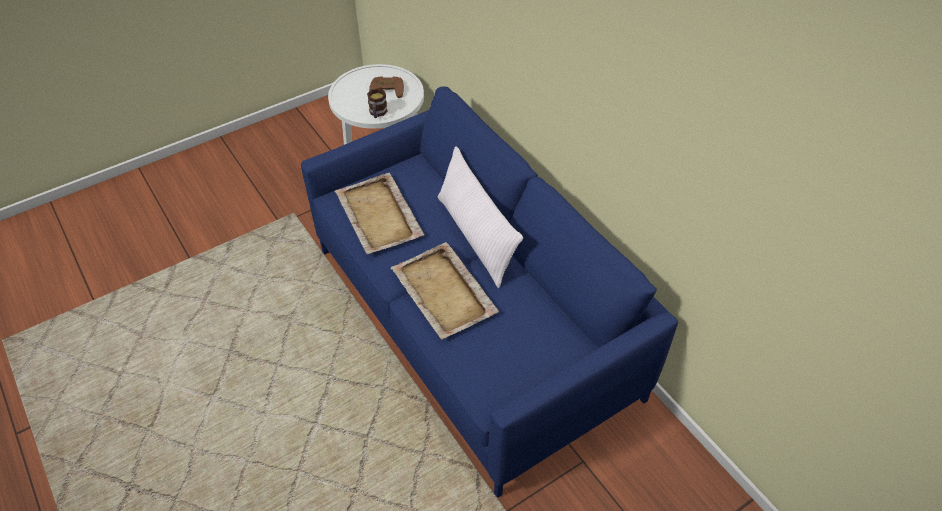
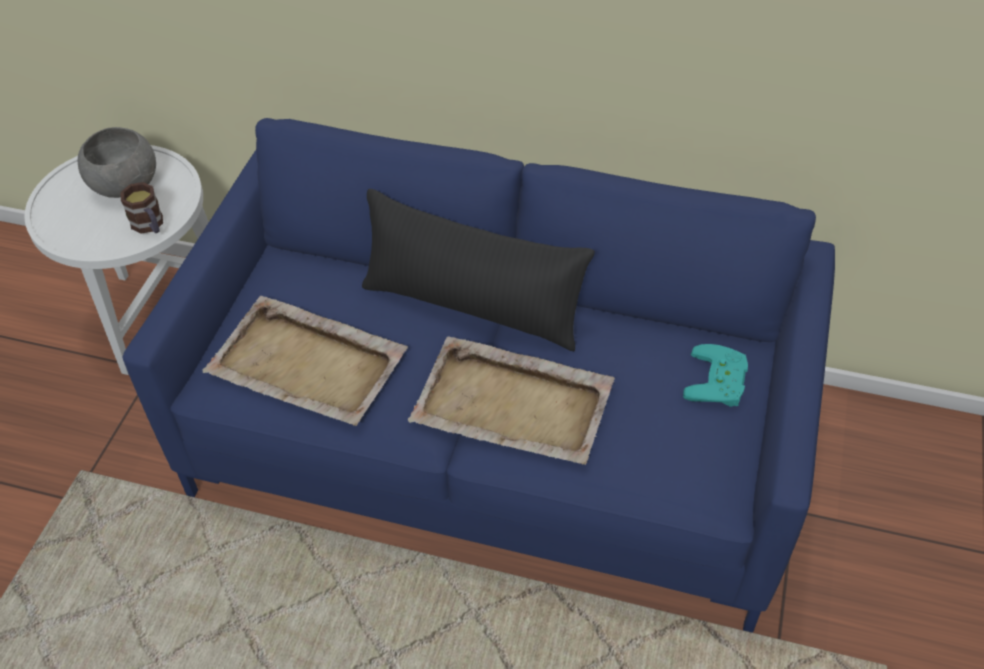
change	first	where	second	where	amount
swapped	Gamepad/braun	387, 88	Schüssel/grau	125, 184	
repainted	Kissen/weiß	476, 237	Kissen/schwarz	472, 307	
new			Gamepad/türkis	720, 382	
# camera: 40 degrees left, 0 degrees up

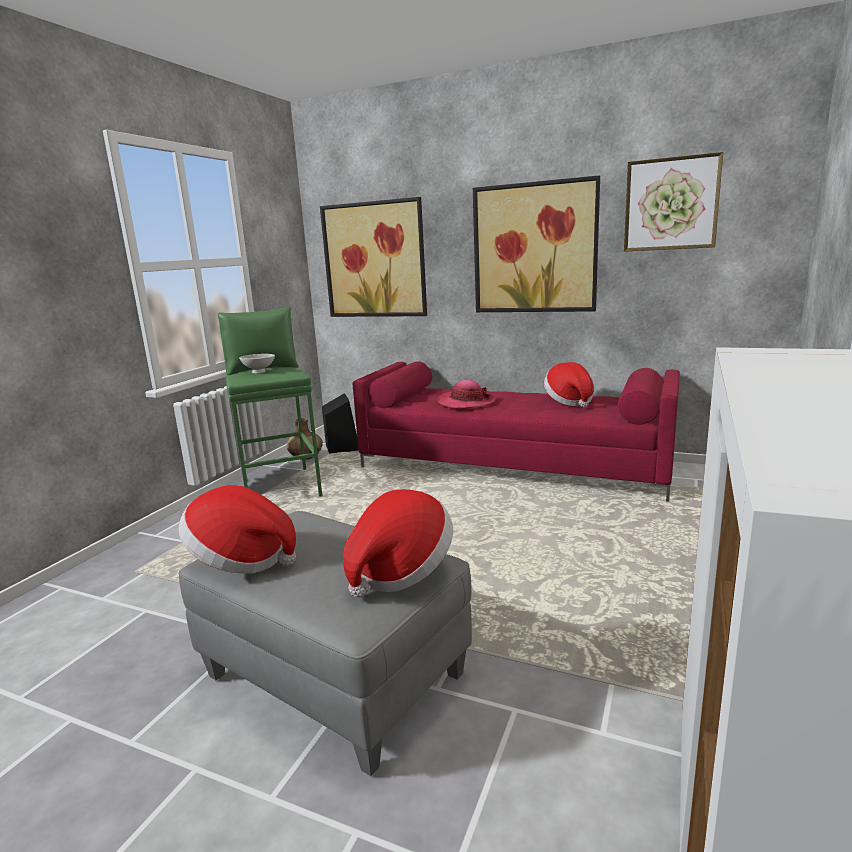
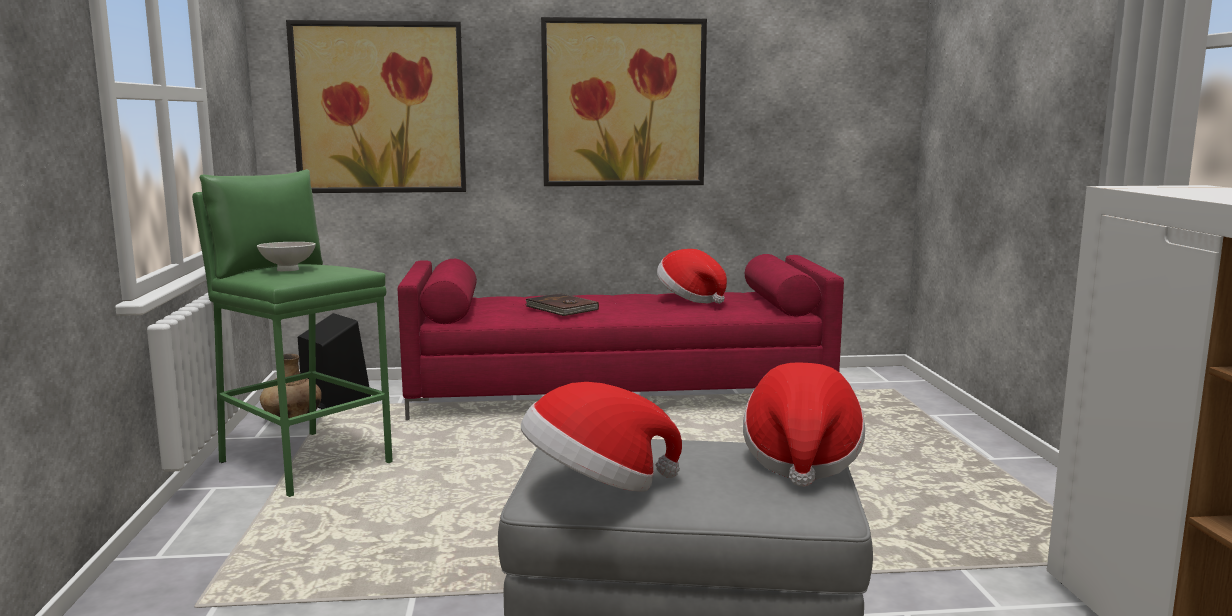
change	first	where	second	where	amount
gone	Bild	671, 204			
swapped	Hut	465, 402	Buch/braun	561, 308	
# camera: 30 degrees left, 5 degrees down

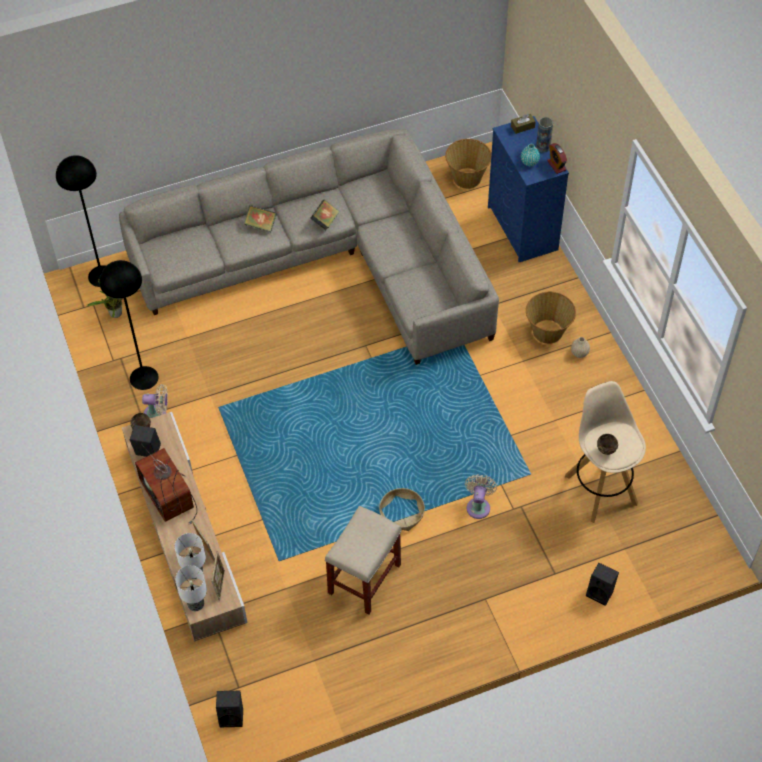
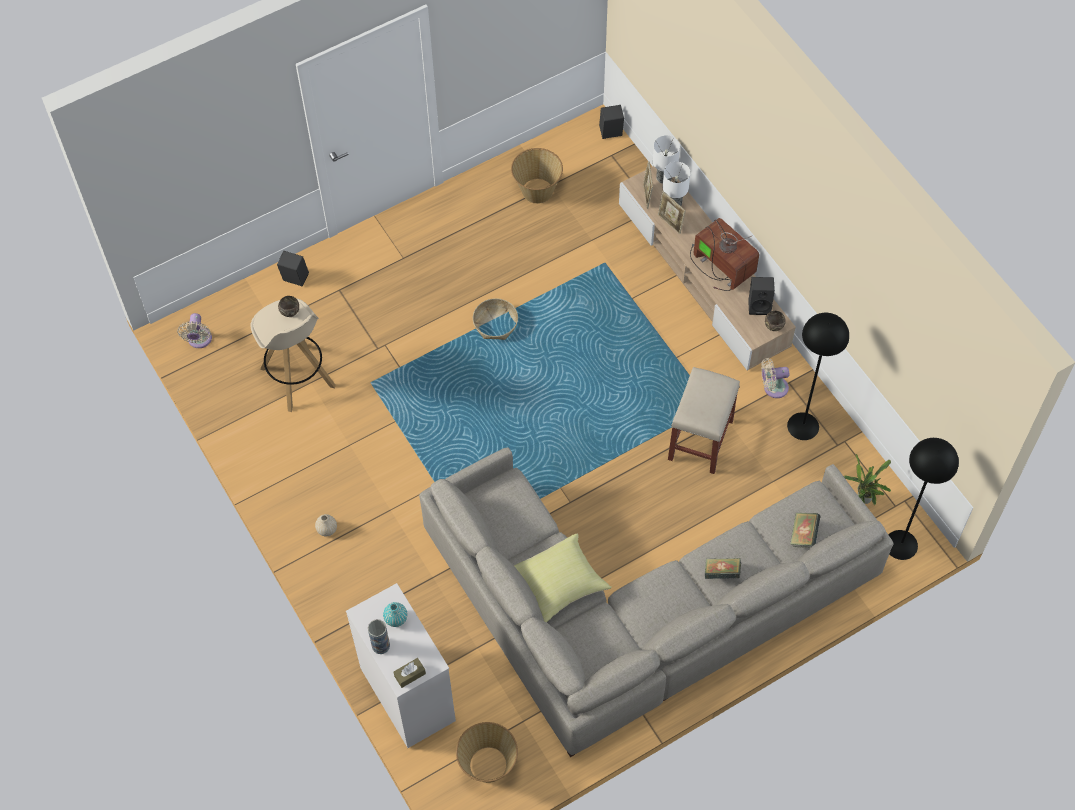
change	first	where	second	where	amount
repainted	Kommode/blau	523, 229	Kommode/weiß	407, 693	
gone	Wecker	556, 165			
shifted	Buch	325, 221		803, 535	
shifted	Korb	548, 332		537, 190	
shifted	Ventilator/beige	478, 506		199, 340	
shifted	Hocker/beige	364, 578		700, 441	
new			Kissen/gelb	559, 584	
# camera: 170 degrees right, 5 degrees up

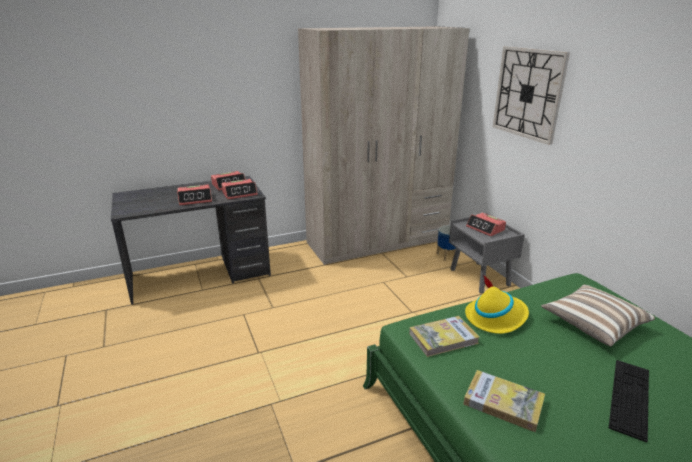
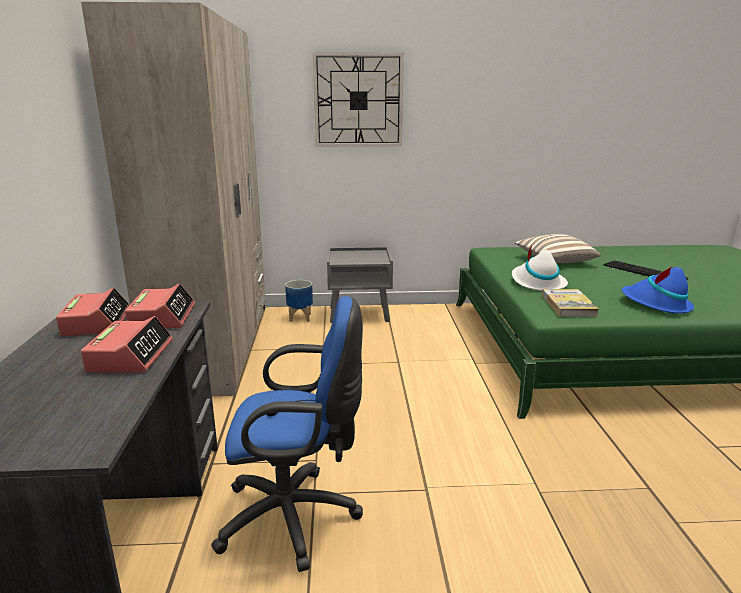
change	first	where	second	where	amount
gone	Wecker	485, 228			
repainted	Hut/gelb	496, 317	Hut/weiß	537, 283	
swapped	Buch	503, 402	Hut/blau	656, 304	
new			Bürostuhl/blau	296, 517	
# camera: 70 degrees left, 5 degrees down

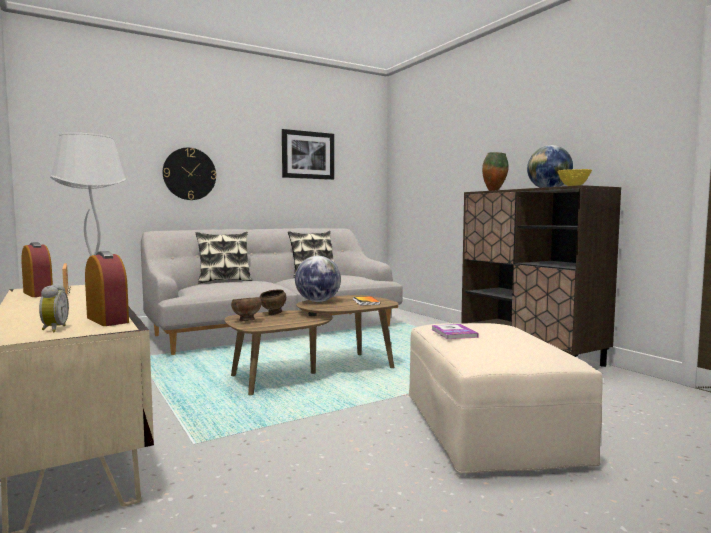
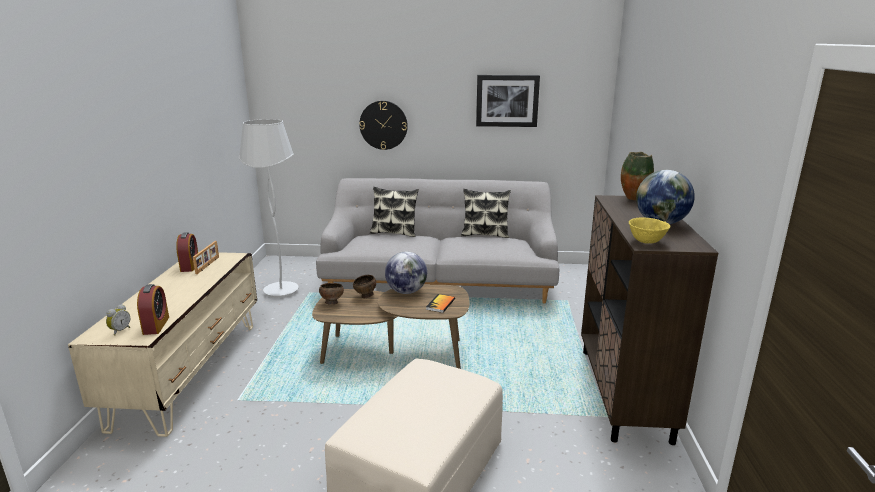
change	first	where	second	where	amount
gone	Buch	454, 333			
# camera: 35 degrees right, 15 degrees up

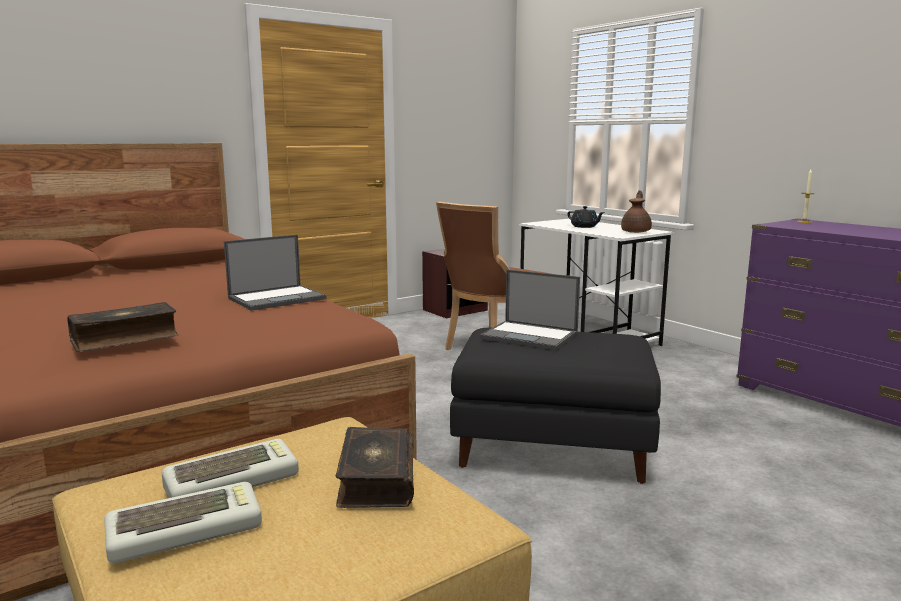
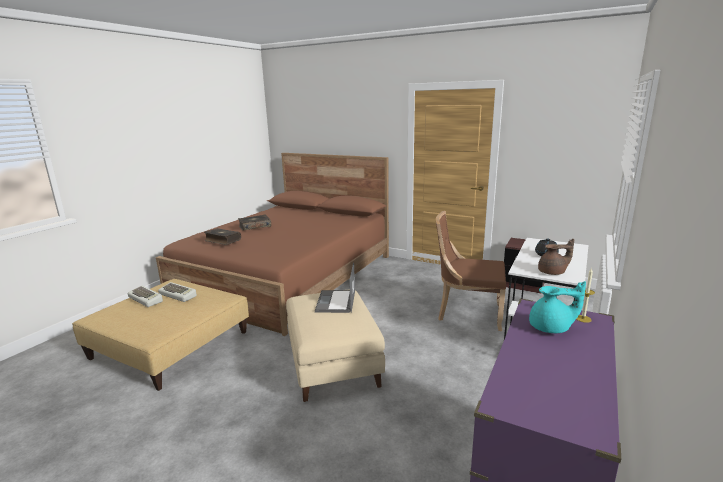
change	first	where	second	where	amount
gone	Laptop	278, 298			
repainted	Polsterhocker/schwarz	554, 445	Polsterhocker/beige	334, 365	
shifted	Buch	375, 480		254, 226	
new			Teekanne/türkis	551, 328	
# camera: 65 degrees right, 5 degrees up

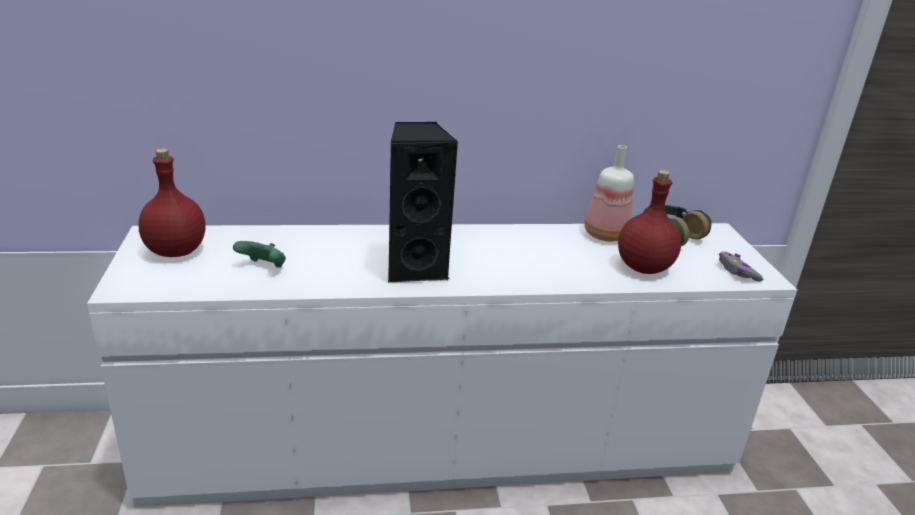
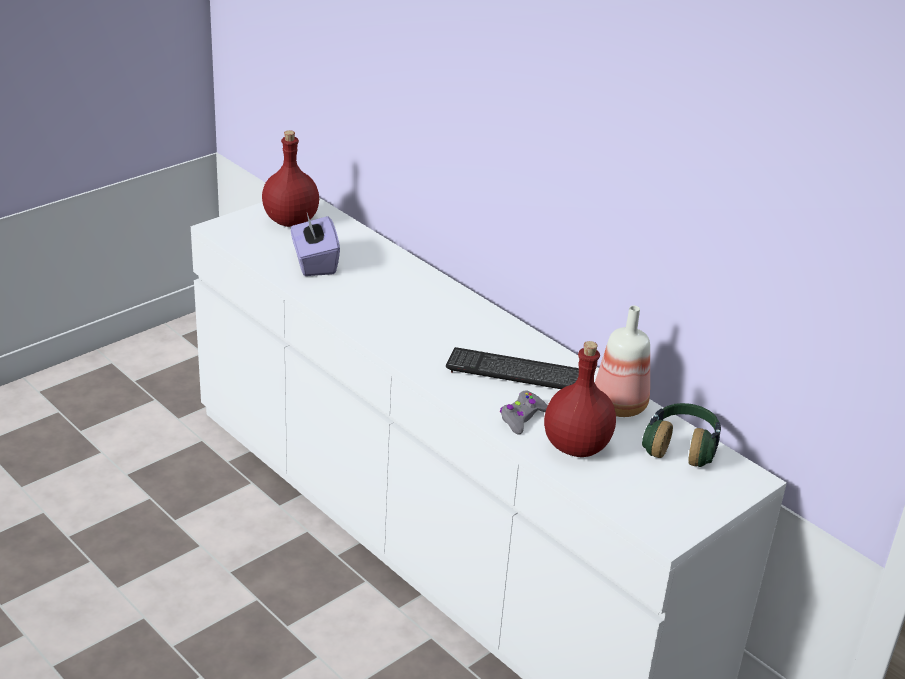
change	first	where	second	where	amount
gone	Lautsprecher/schwarz	415, 268			
swapped	Gamepad/grün	263, 267	Taschentuchbox/lila	314, 263	
shifted	Gamepad/grau	737, 272		522, 417	
new			Tastatur	514, 372	
# camera: 55 degrees right, 5 degrees up

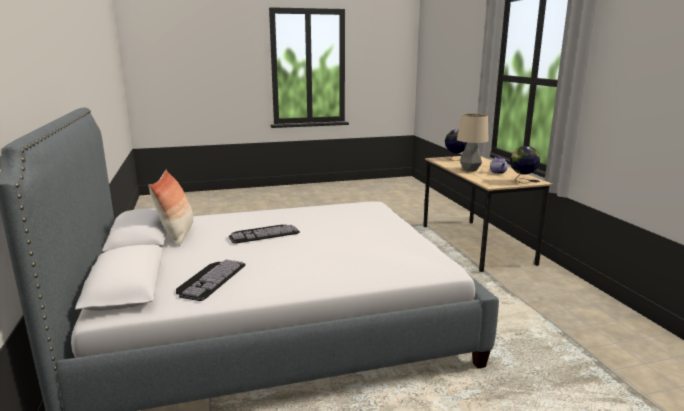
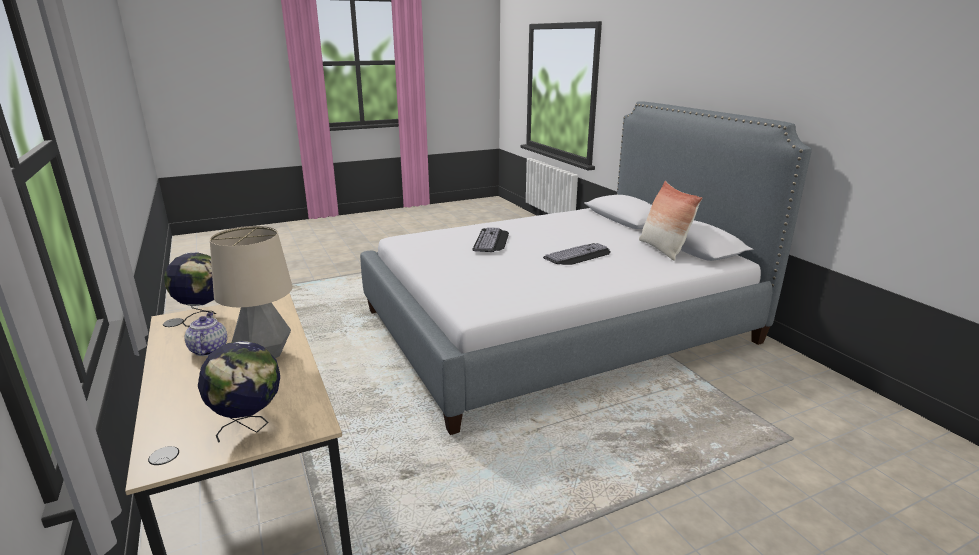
change	first	where	second	where	amount
shifted	Tastatur	209, 279		492, 240	
# camera: 170 degrees right, 5 degrees up

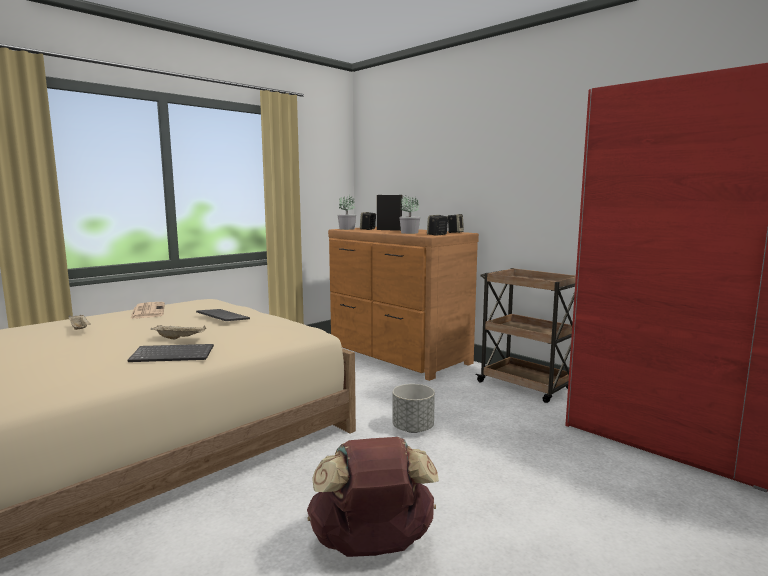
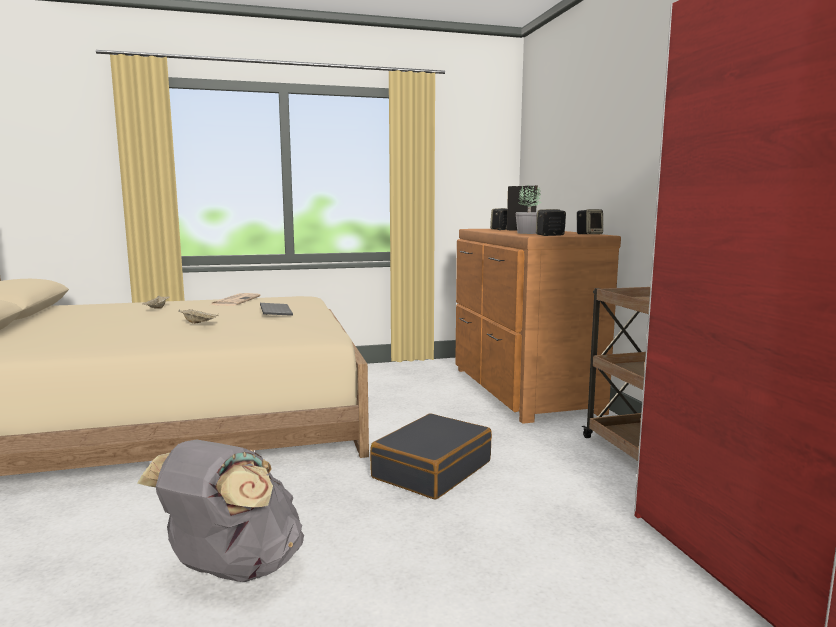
change	first	where	second	where	amount
gone	Topfpflanze	347, 229			
gone	Tastatur	174, 355			
swapped	Pflanzkübel/grau	413, 428	Koffer/schwarz	431, 469	
repainted	Rucksack/braun	372, 547	Rucksack/grau	232, 570	
# camera: 30 degrees right, 0 degrees up

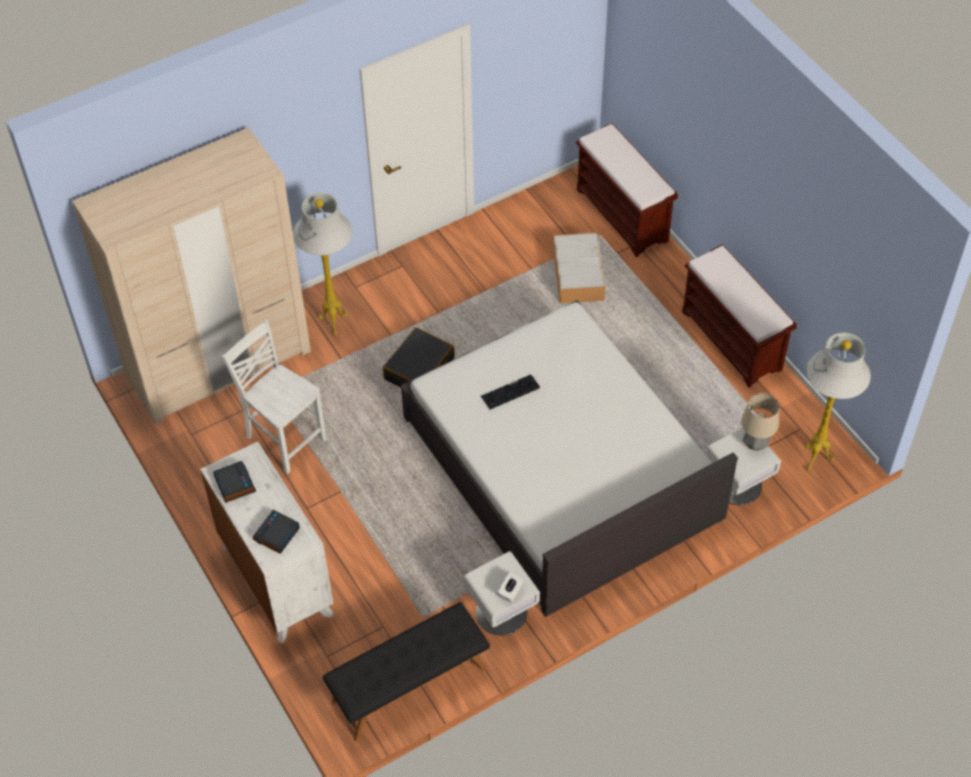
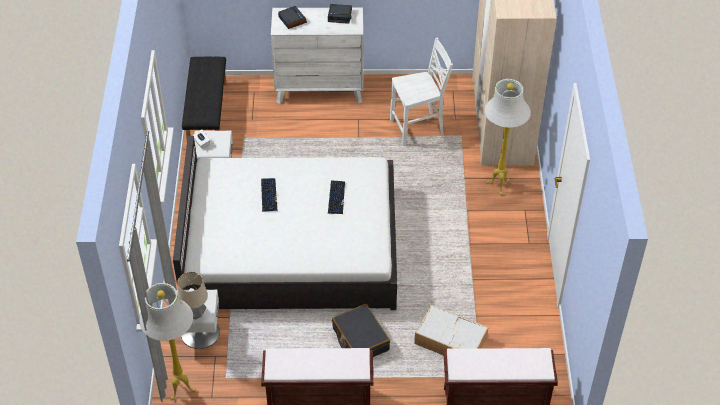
change	first	where	second	where	amount
shifted	Koffer/schwarz	419, 369		360, 339	
new			Tastatur	268, 195	
# camera: 120 degrees right, 5 degrees down

